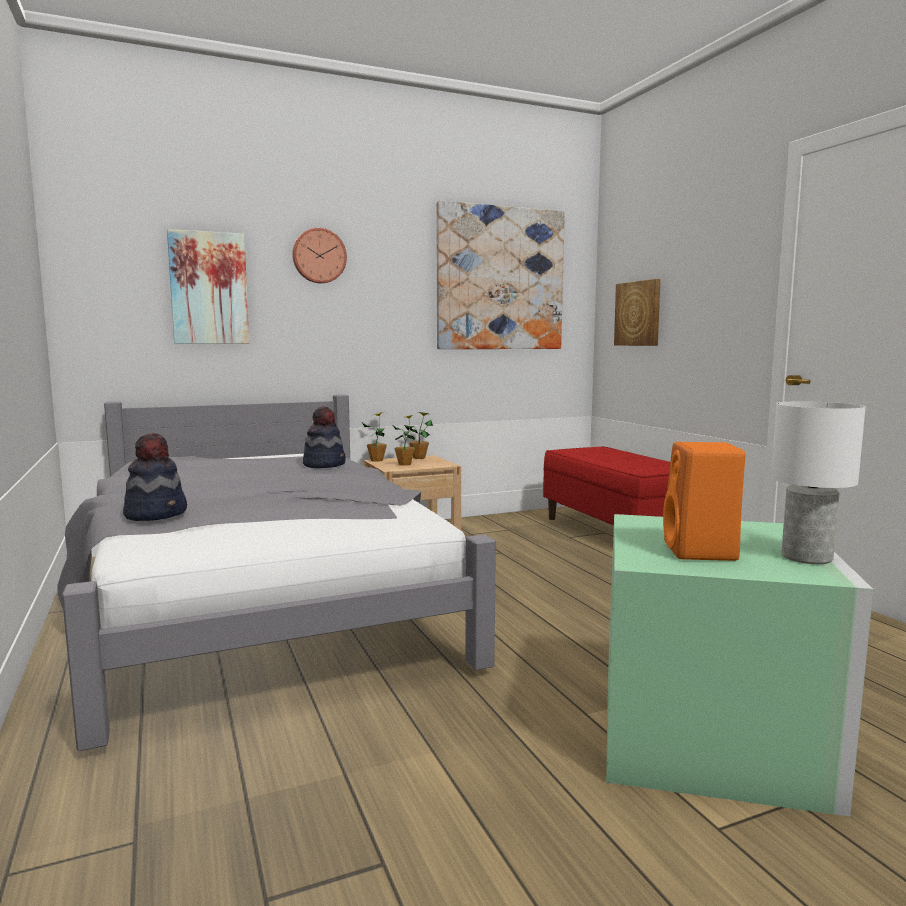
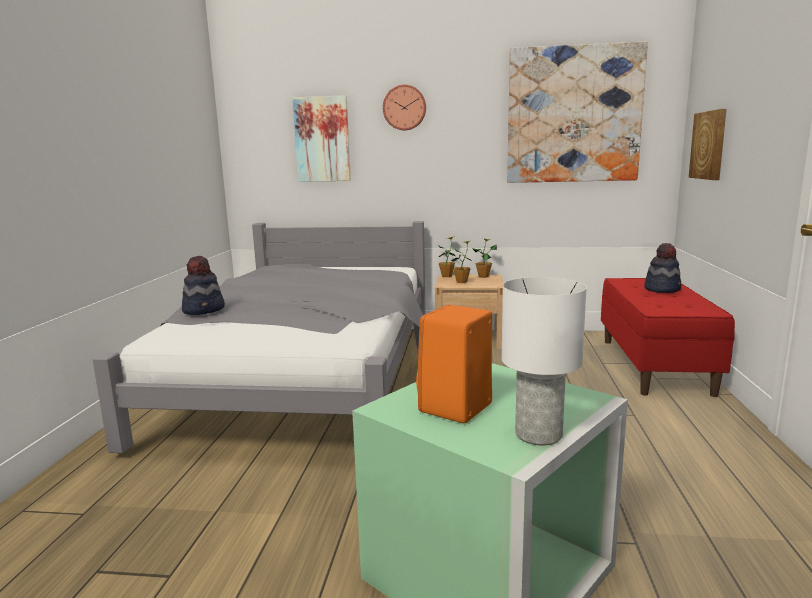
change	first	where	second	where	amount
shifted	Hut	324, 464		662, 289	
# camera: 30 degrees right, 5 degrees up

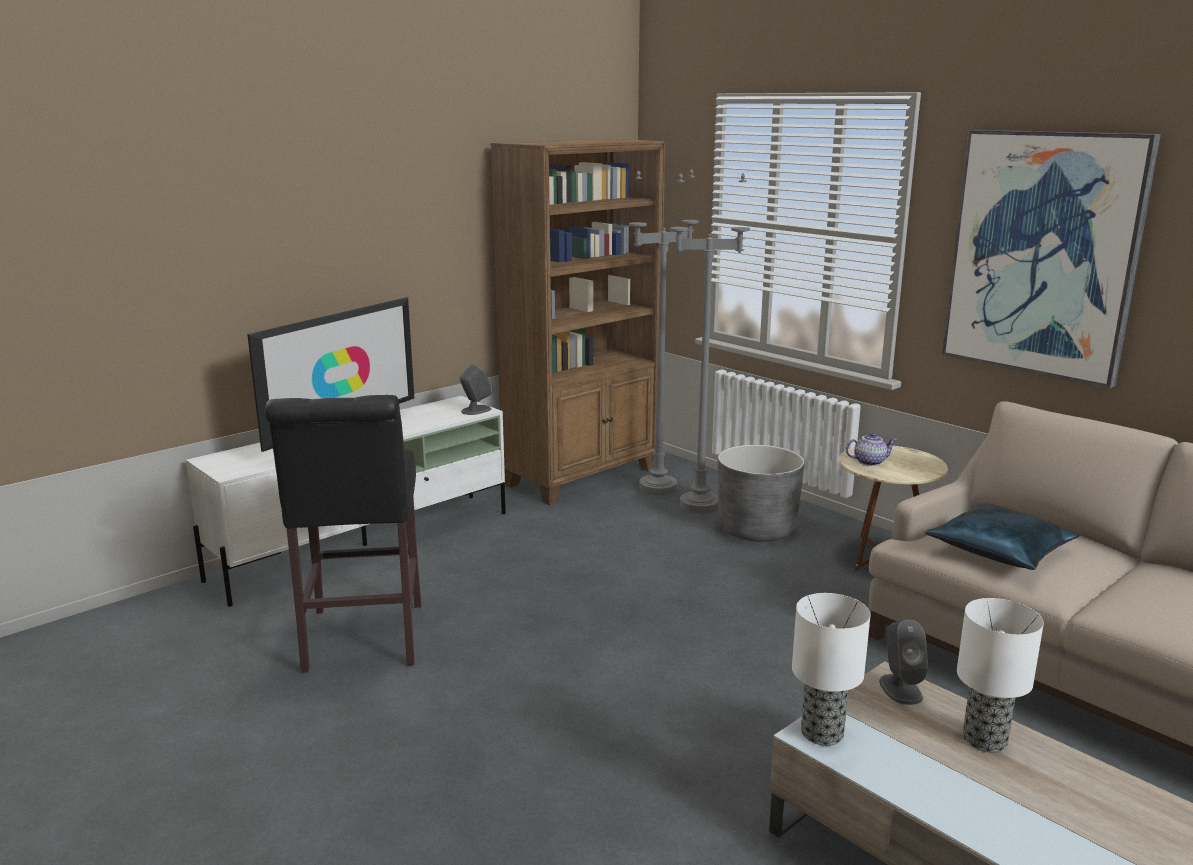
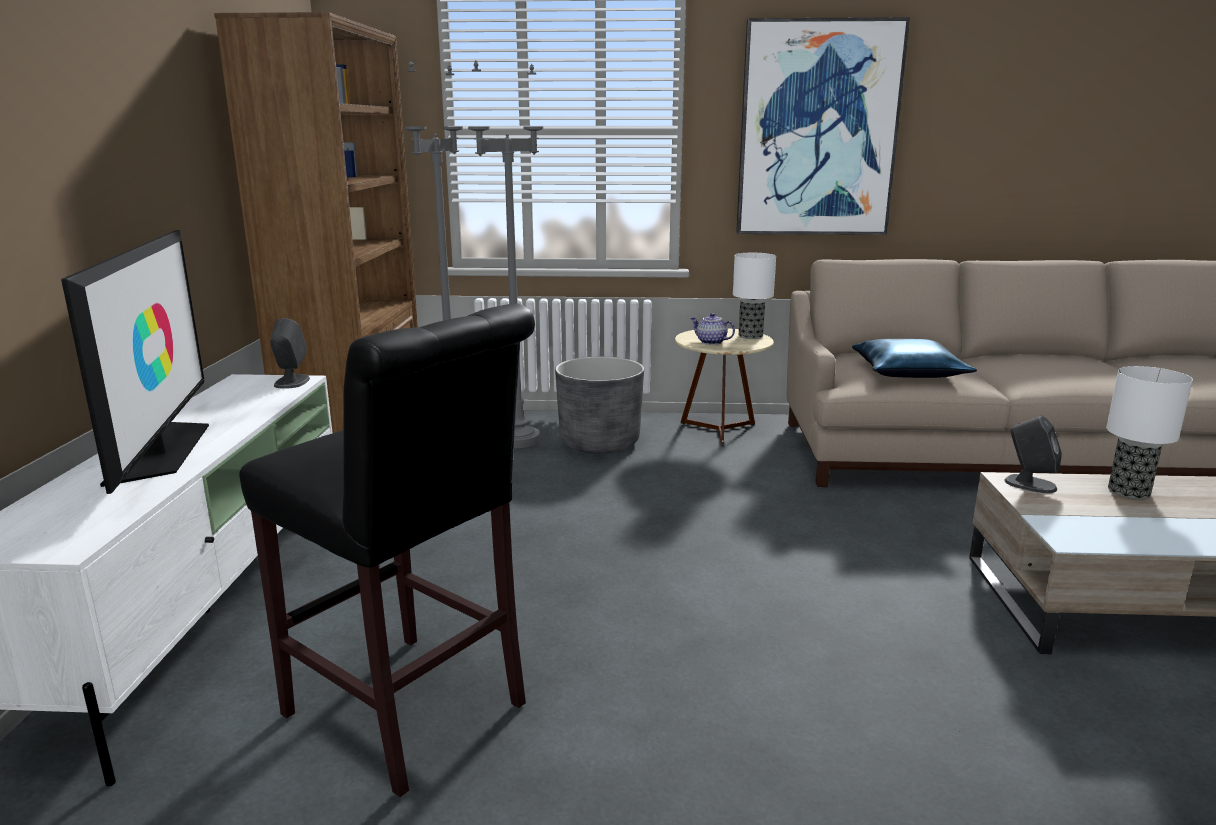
change	first	where	second	where	amount
rotated	Teekanne	869, 462		710, 342	90 degrees counterclockwise
shifted	Tischlampe	822, 732		750, 336	
# camera: 45 degrees left, 0 degrees up

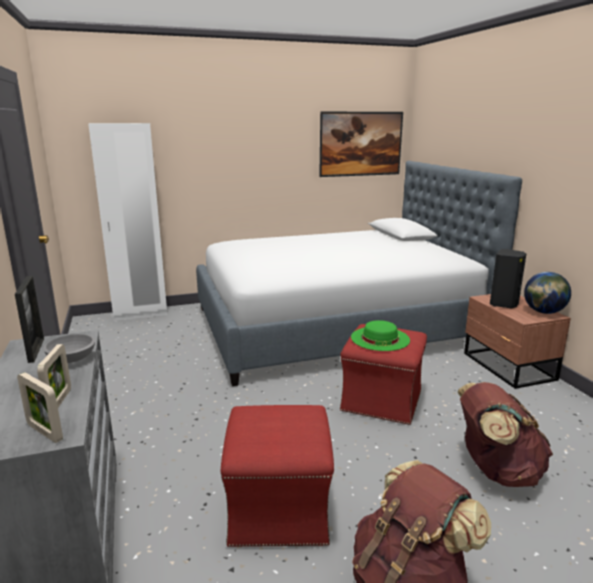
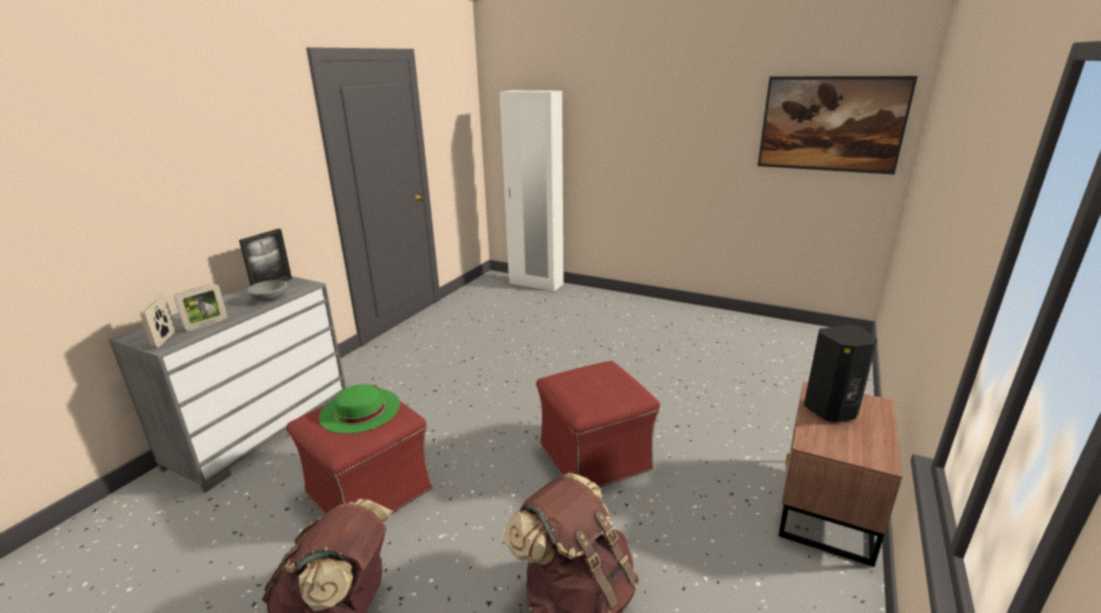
change	first	where	second	where	amount
gone	Bett	336, 325			
gone	Globus	543, 312			
shifted	Hut/grün	380, 338		360, 410	
# camera: 45 degrees right, 5 degrees up

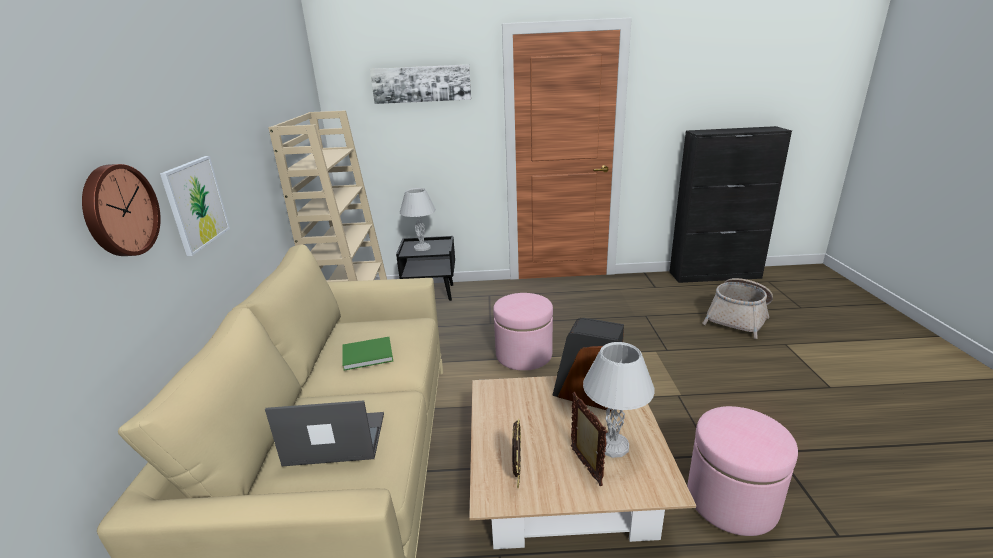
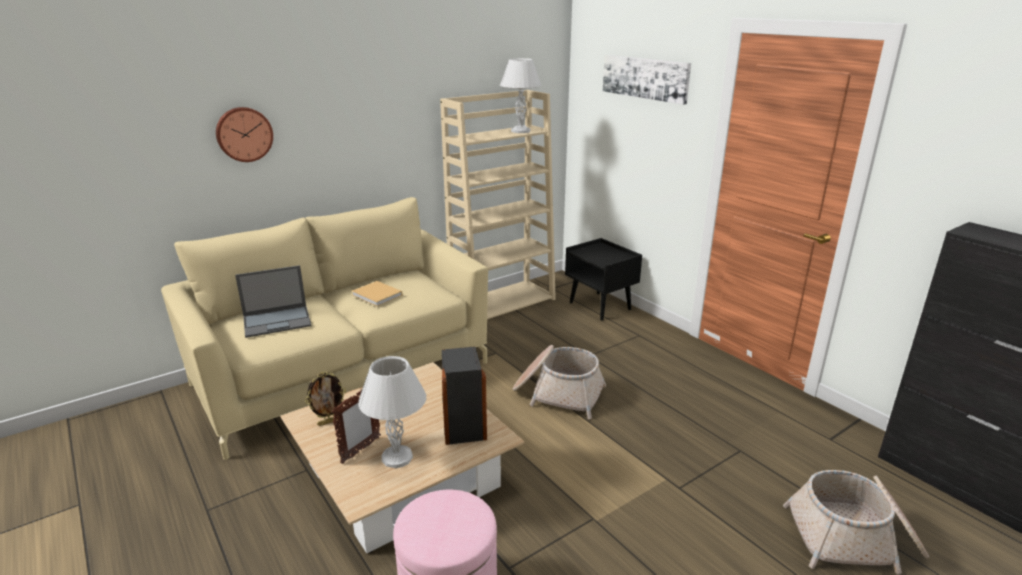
change	first	where	second	where	amount
gone	Bild	196, 204			
shifted	Tischlampe/weiß	421, 248		520, 131	
swapped	Polsterhocker/rosa	524, 355	Korb	558, 393	
repainted	Buch/grün	369, 354	Buch/beige	378, 295	
rotated	Laptop	334, 439		278, 321	105 degrees clockwise
# camera: 55 degrees right, 0 degrees up

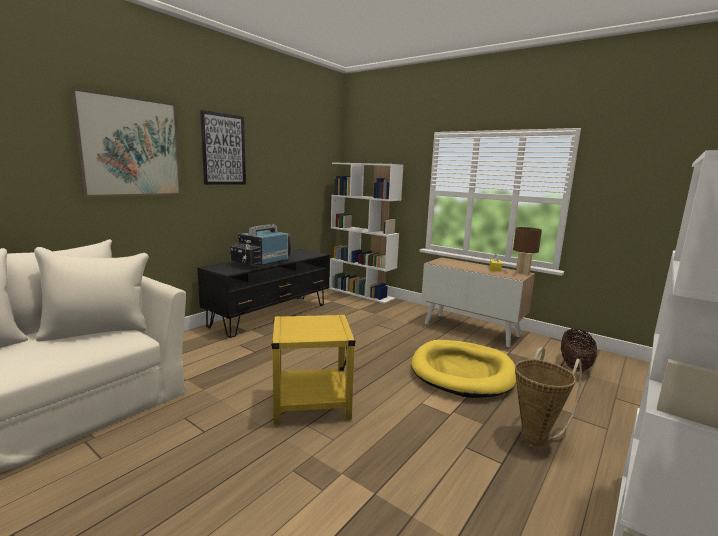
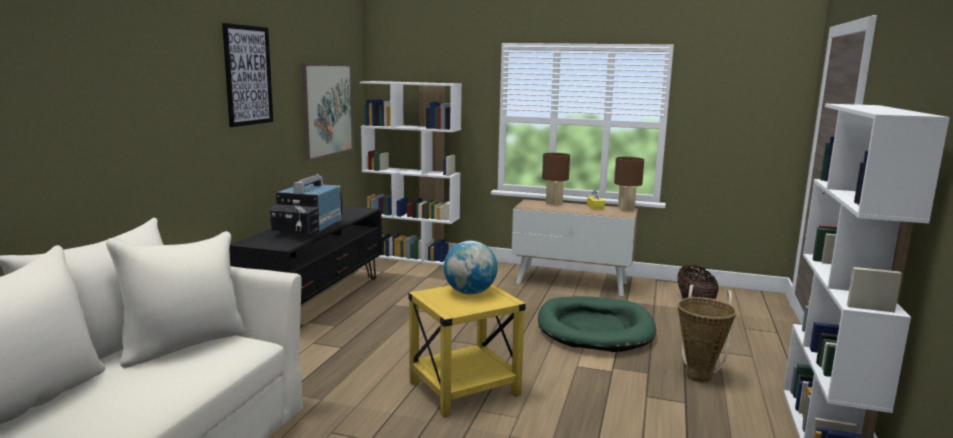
change	first	where	second	where	amount
shifted	Bild	131, 147		327, 109	
repainted	Hundebett/gelb	462, 372	Hundebett/grün	594, 328	
new			Tischlampe/braun	553, 203	
new			Globus	470, 292	
# camera: 20 degrees left, 0 degrees up

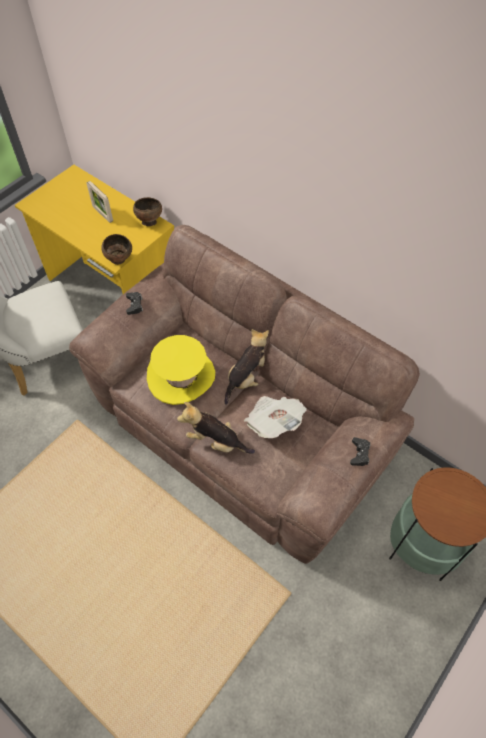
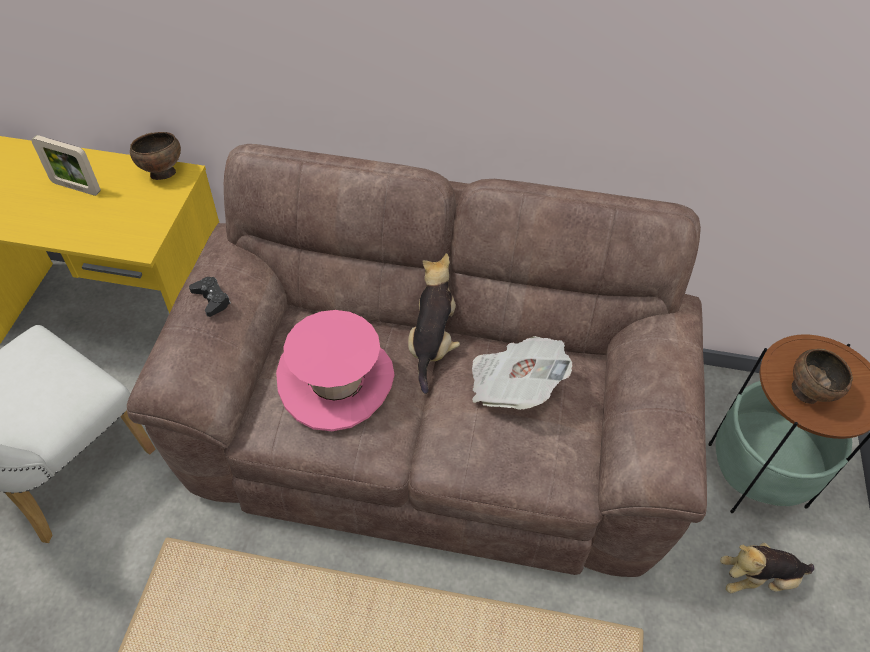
change	first	where	second	where	amount
shifted	Schüssel/braun	120, 260		808, 392	
repainted	Hut/gelb	181, 376	Hut/rosa	336, 381	
shifted	Plüschtier	216, 441		758, 578	
gone	Gamepad/schwarz	359, 454			
# camera: 30 degrees left, 5 degrees down

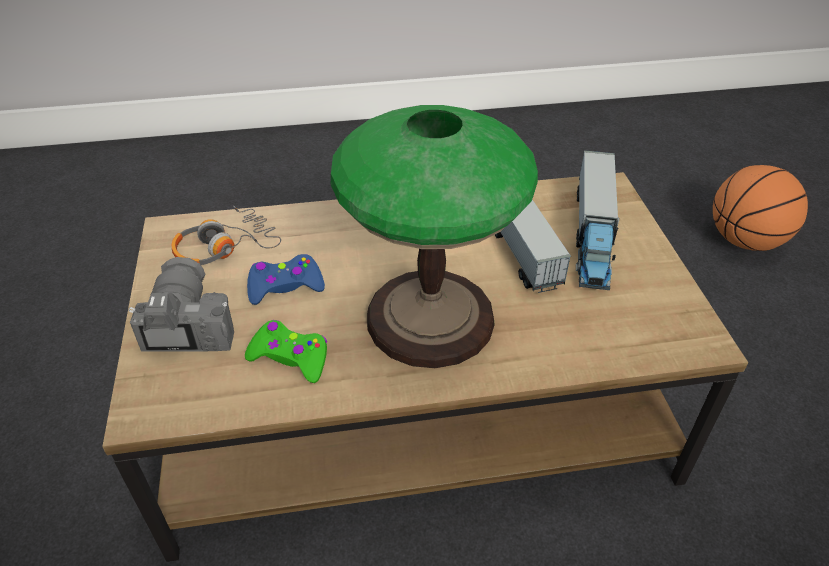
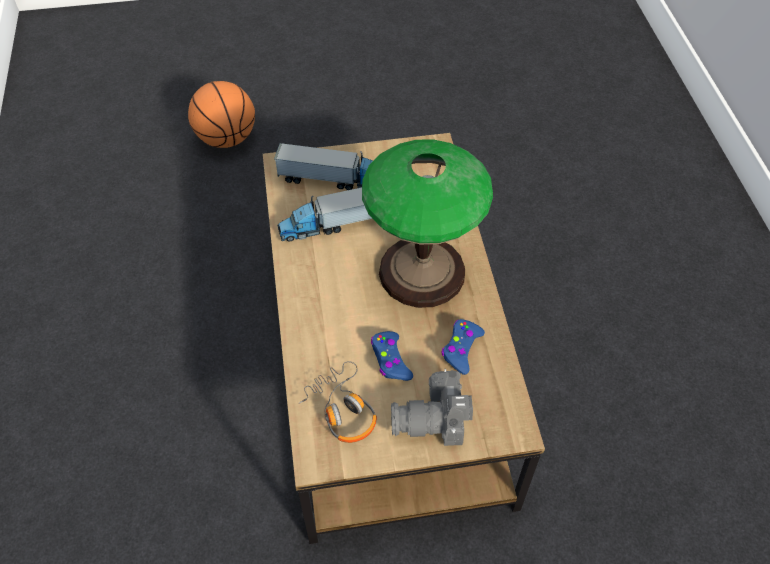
change	first	where	second	where	amount
repainted	Gamepad/grün	290, 357	Gamepad/blau	461, 349	
# camera: 90 degrees left, 10 degrees up

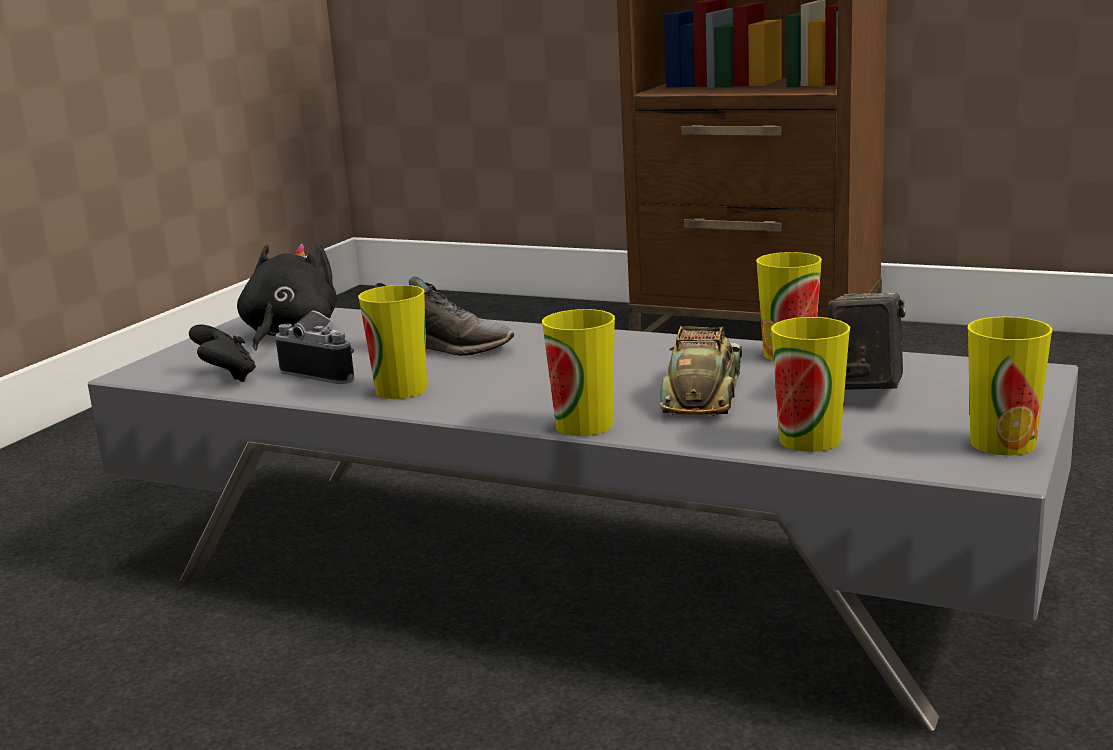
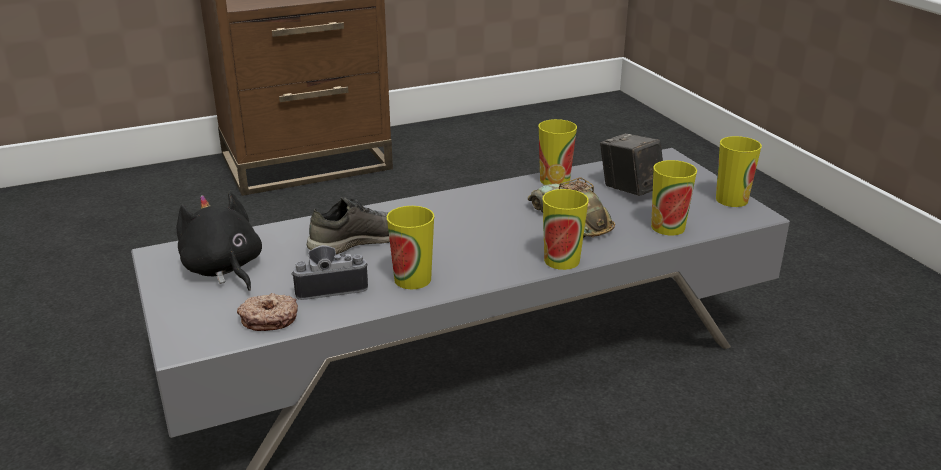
change	first	where	second	where	amount
swapped	Gamepad/schwarz	226, 377	Donut	269, 319	
# camera: 50 degrees left, 10 degrees up

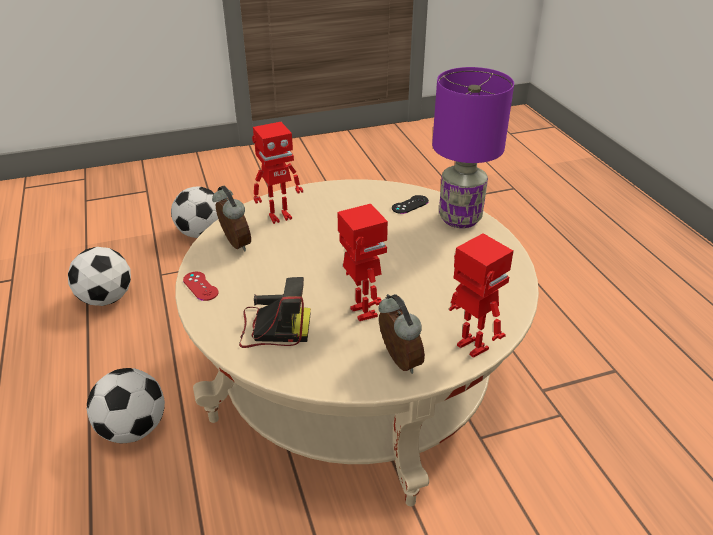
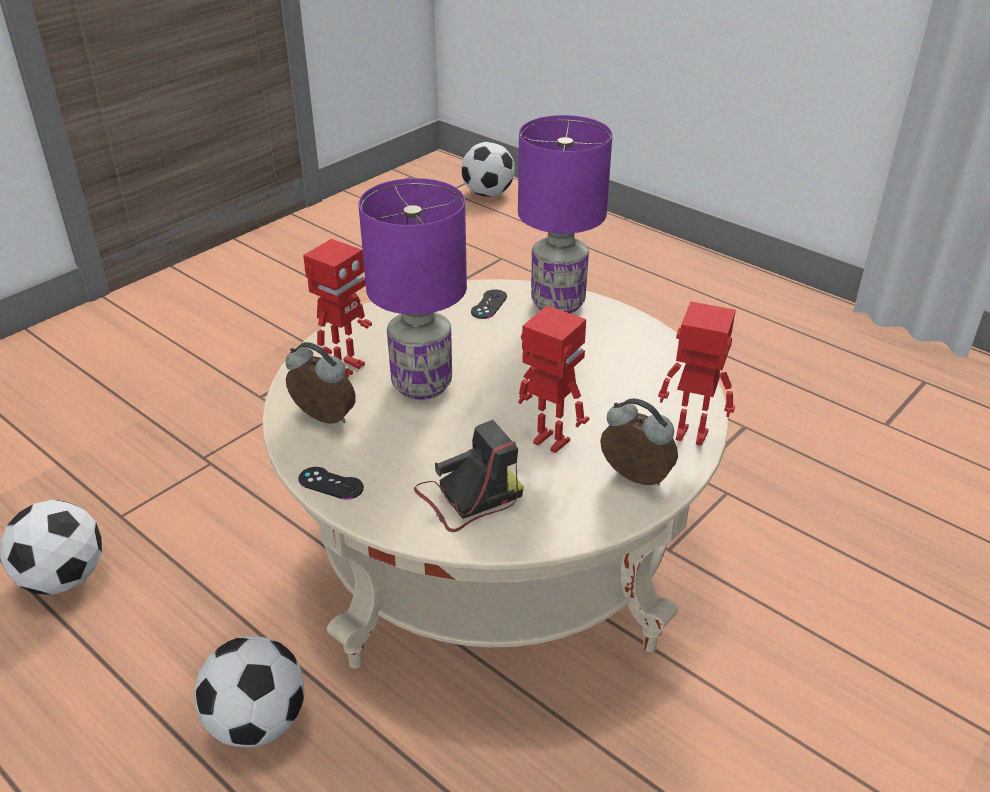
change	first	where	second	where	amount
shifted	Fußball	201, 233		488, 194	
repainted	Gamepad/rot	200, 286	Gamepad/schwarz	331, 483	
new			Tischlampe/lila	421, 386	
# camera: 30 degrees left, 0 degrees up

